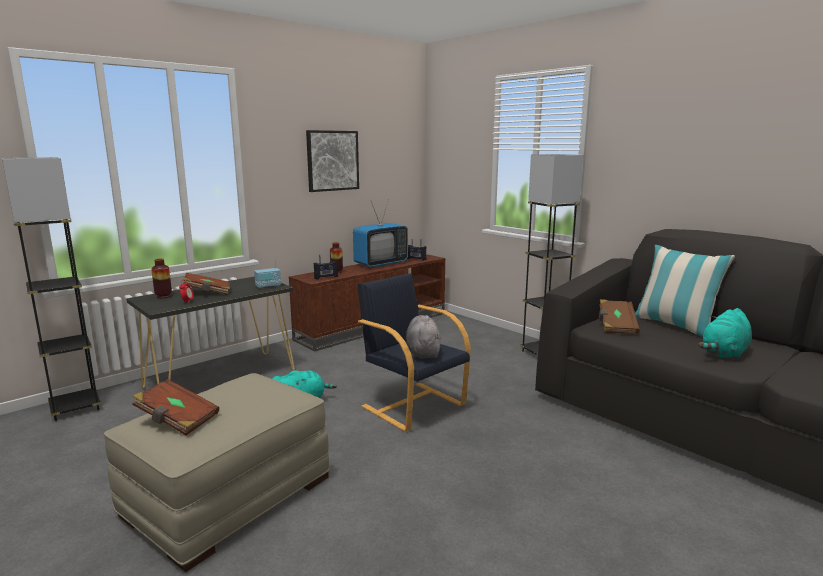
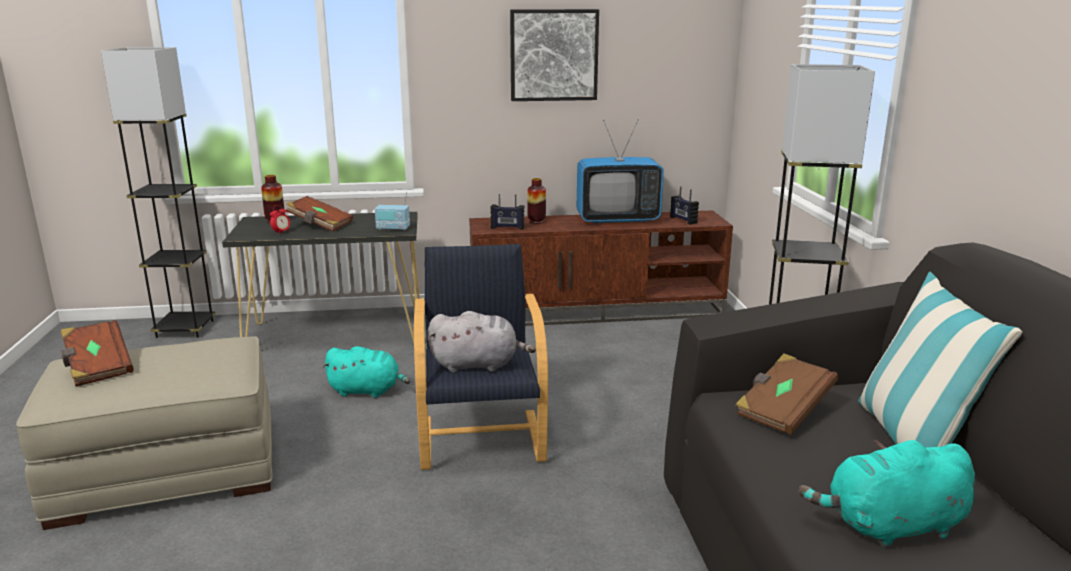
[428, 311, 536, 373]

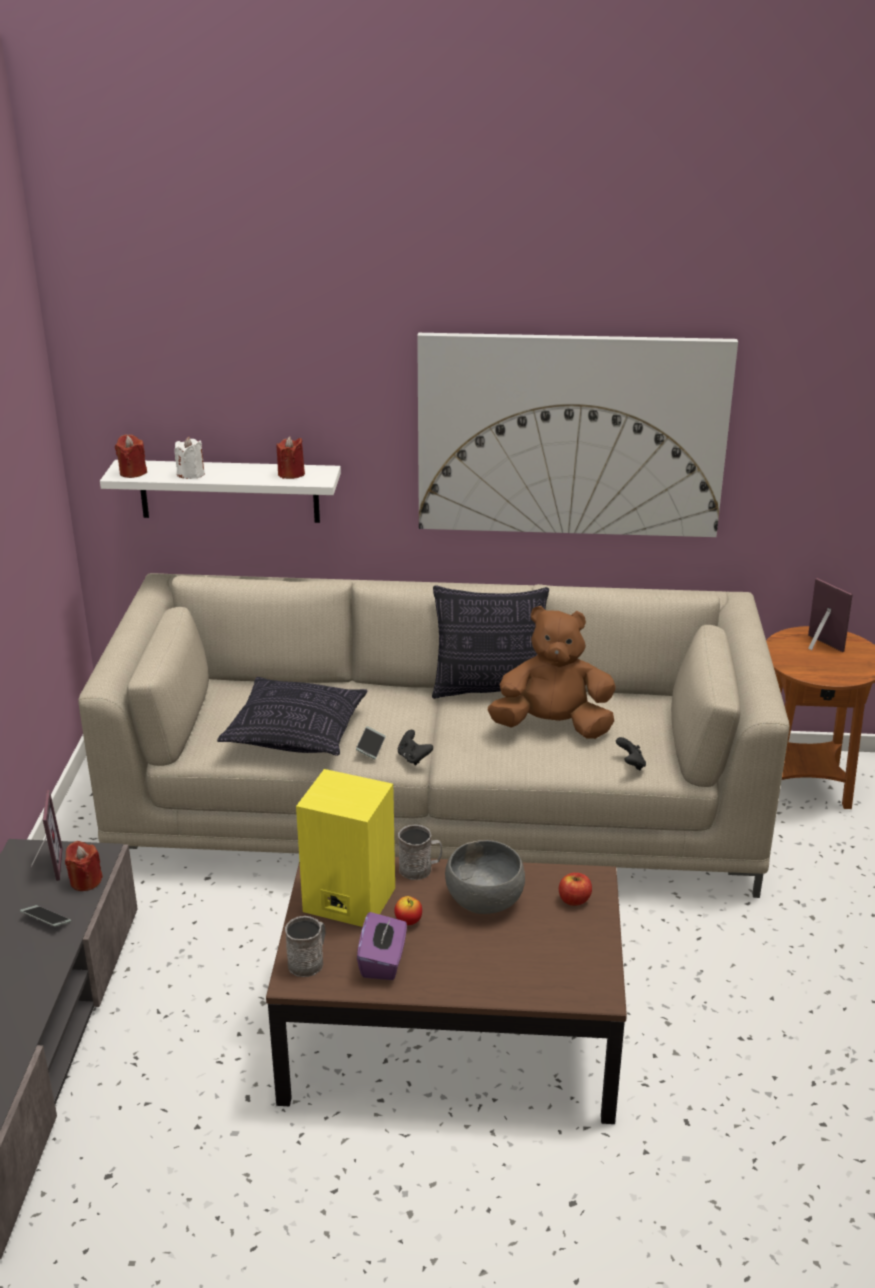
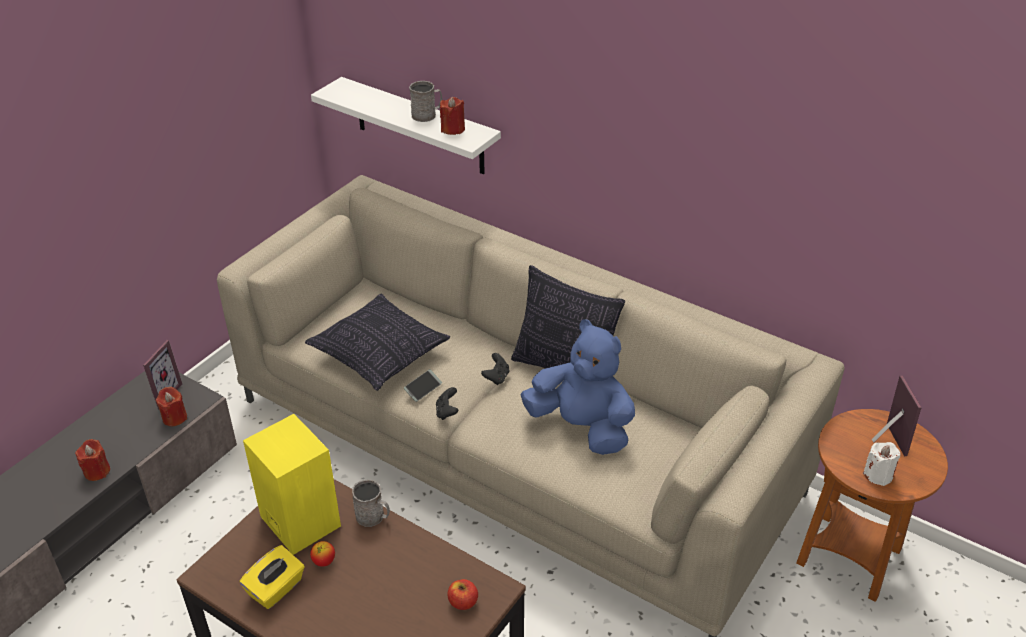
[75, 439, 110, 481]
[240, 545, 305, 609]
[409, 81, 442, 122]
[481, 353, 509, 385]
[520, 319, 635, 455]
[863, 442, 900, 486]
[20, 905, 71, 927] (first image)
[417, 333, 738, 537] (first image)
[445, 840, 525, 914] (first image)

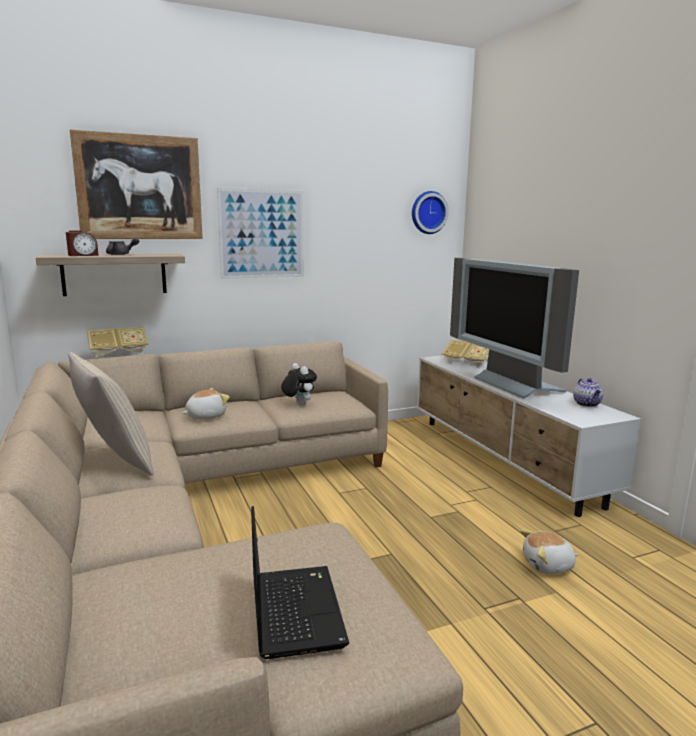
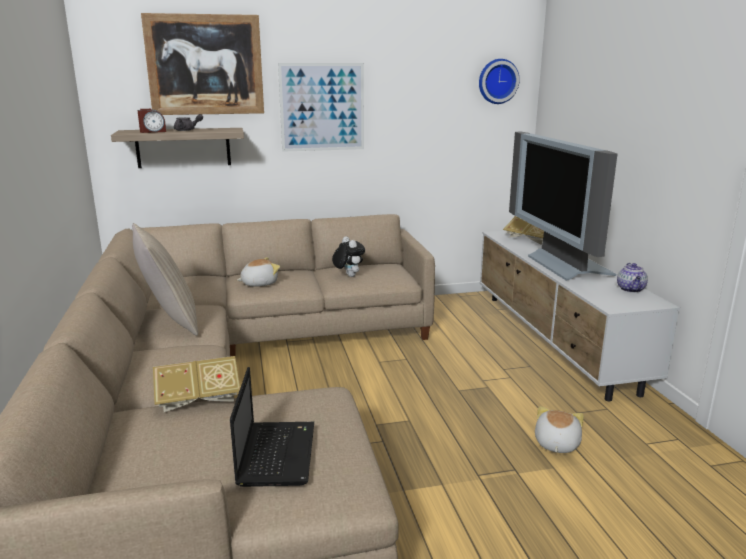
[153, 356, 240, 412]
[535, 406, 584, 453]

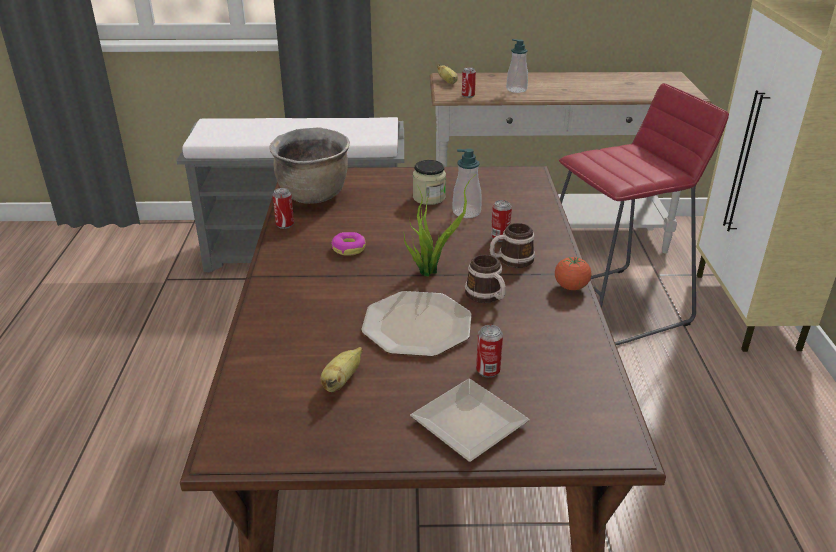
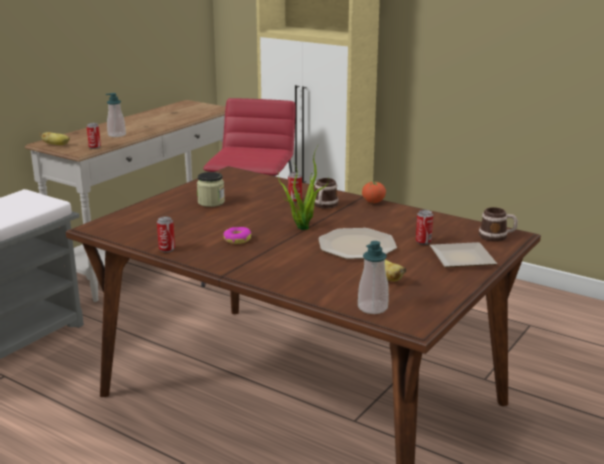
[358, 241, 389, 314]
[479, 207, 518, 242]
[269, 127, 350, 204] (first image)

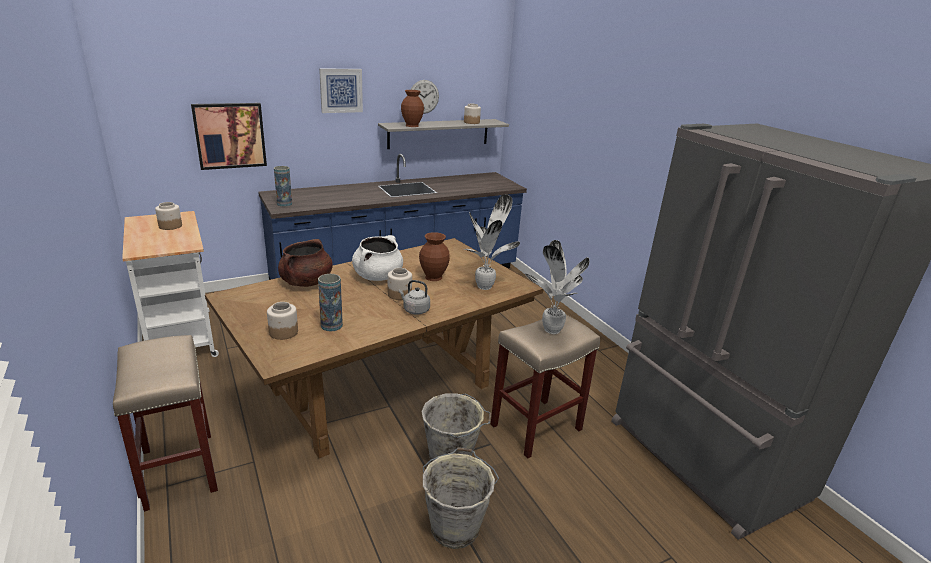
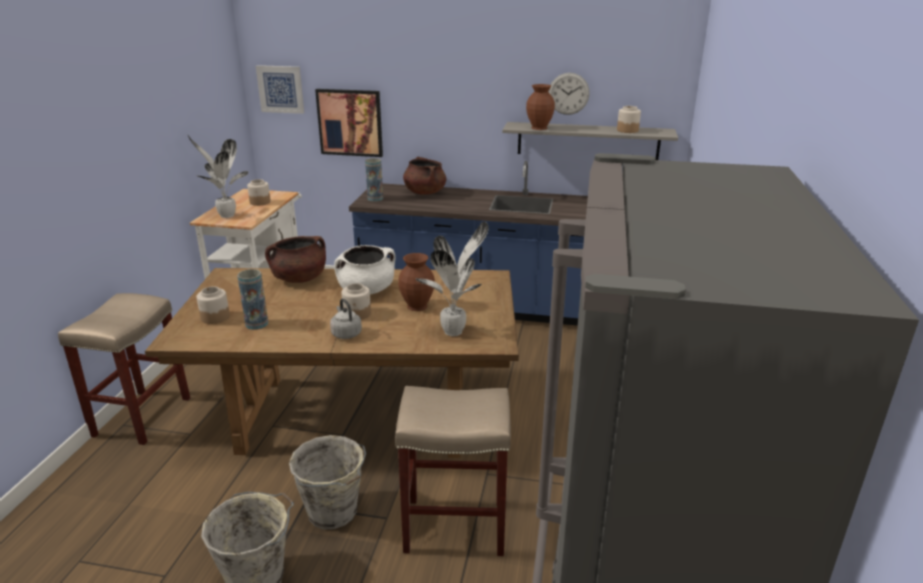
[187, 134, 248, 218]
[256, 65, 304, 114]
[403, 157, 446, 195]

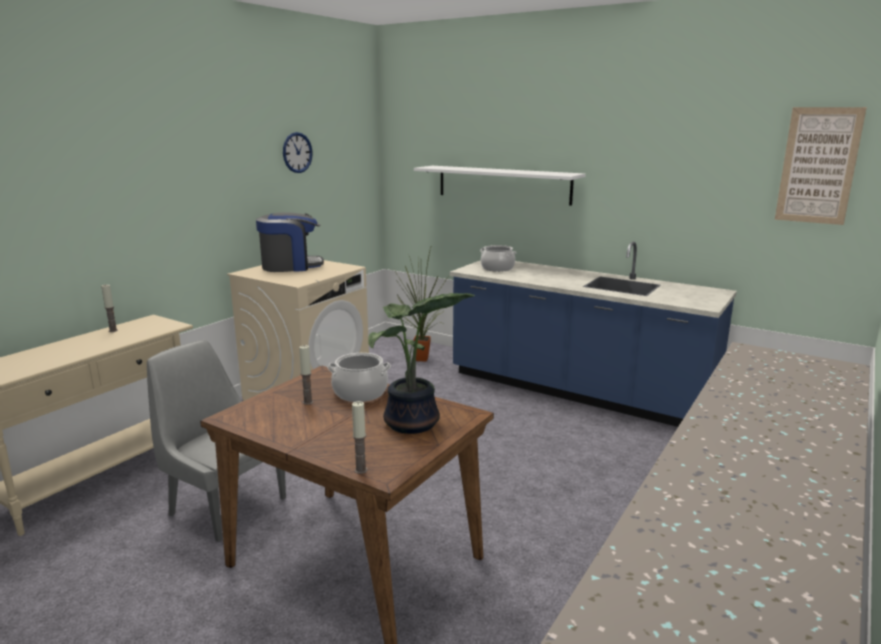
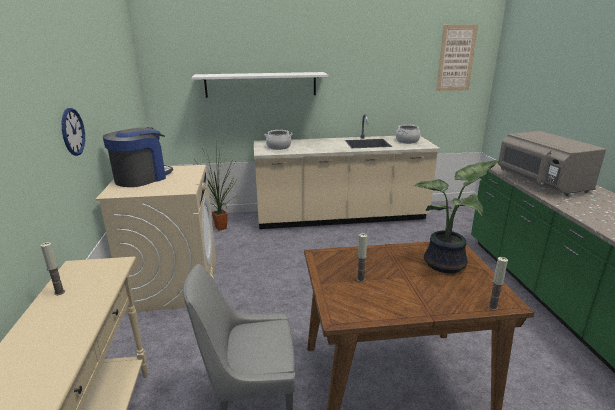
[62, 108, 85, 156]
[254, 114, 440, 229]
[396, 124, 420, 143]
[498, 131, 606, 196]

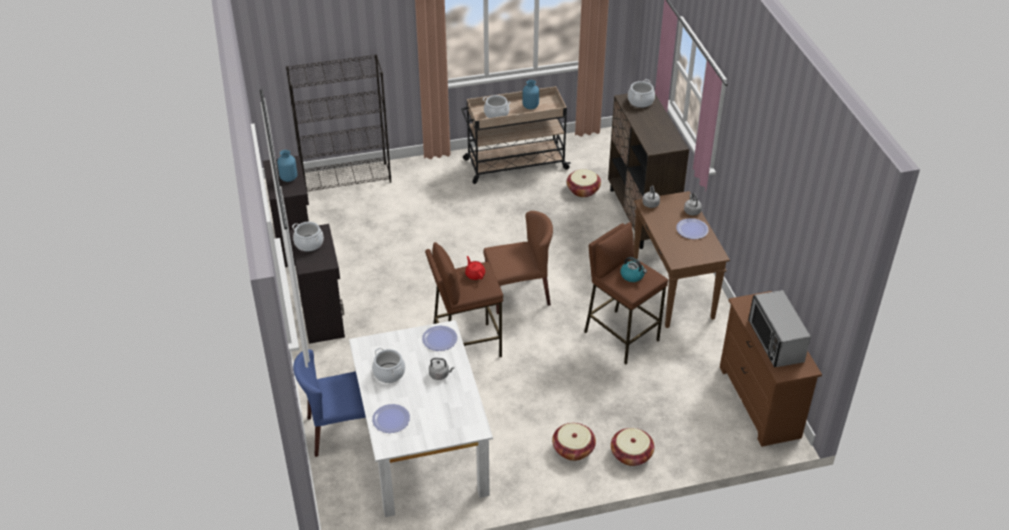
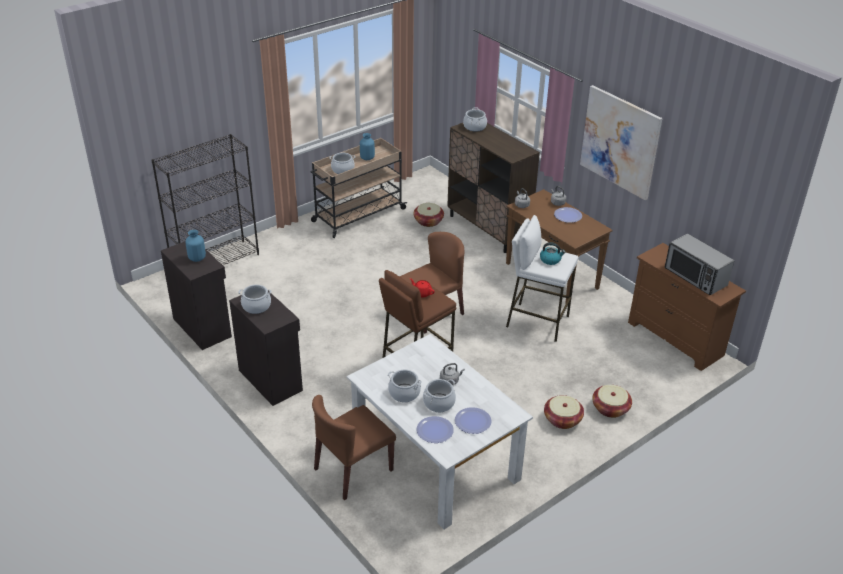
[312, 395, 396, 500]
[423, 379, 456, 412]
[455, 407, 492, 434]
[506, 215, 579, 342]
[580, 85, 662, 200]

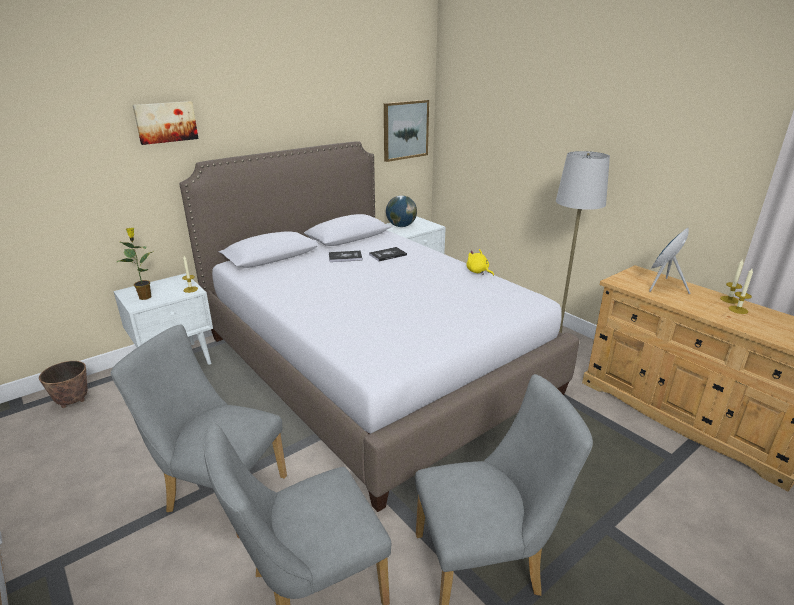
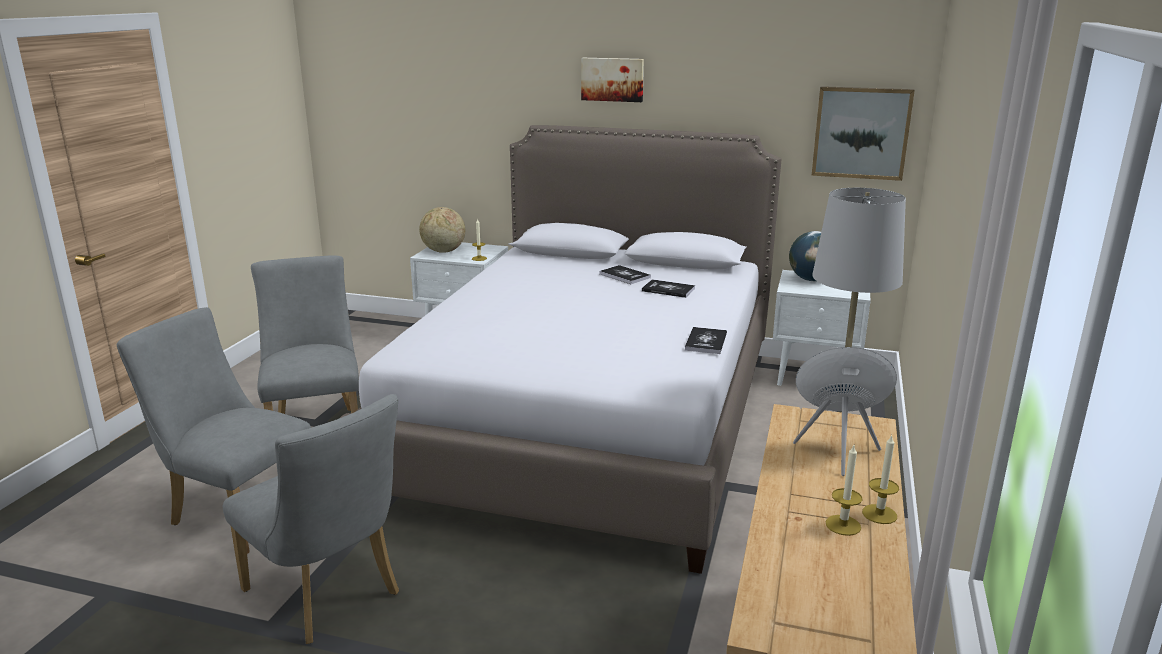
[419, 207, 465, 253]
[581, 58, 644, 102]
[685, 327, 727, 354]
[39, 361, 87, 408] (first image)

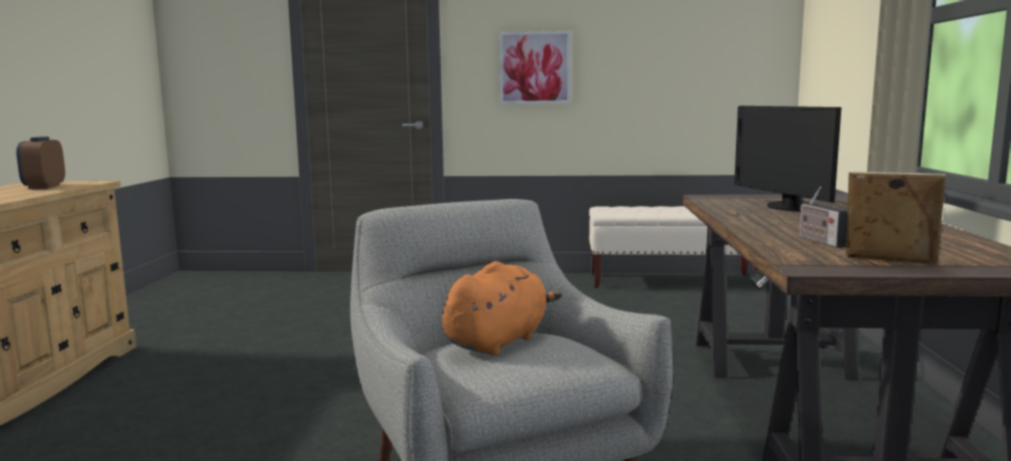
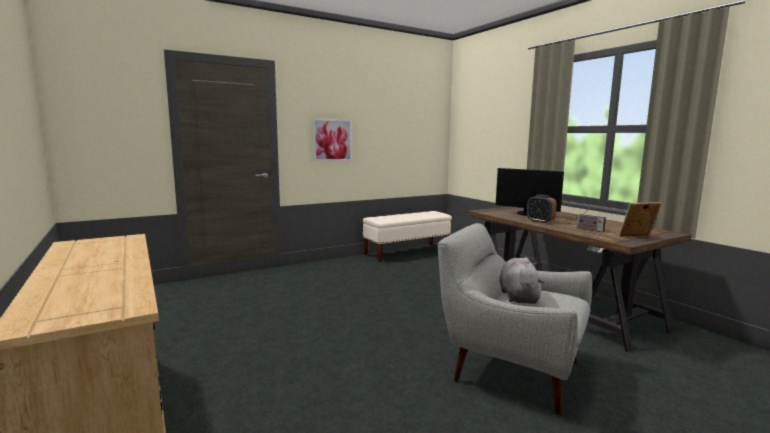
[499, 257, 545, 304]
[527, 195, 557, 223]

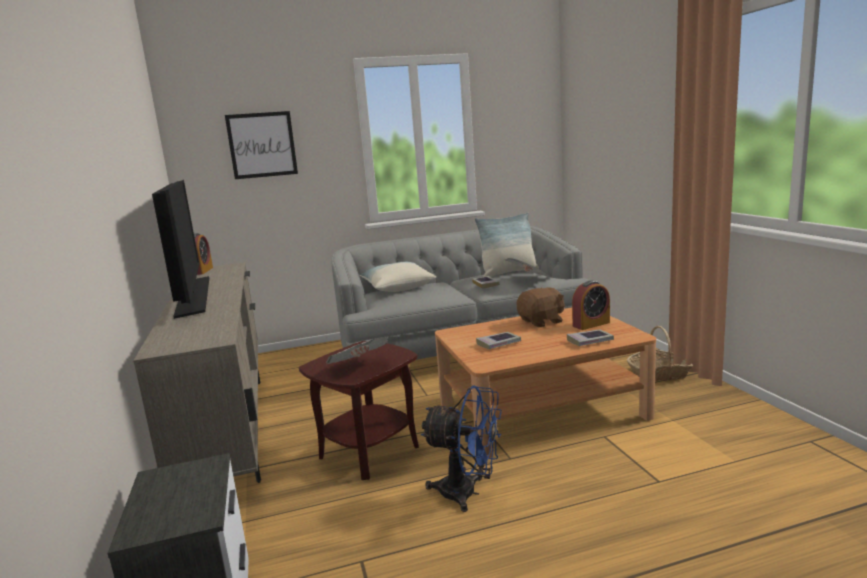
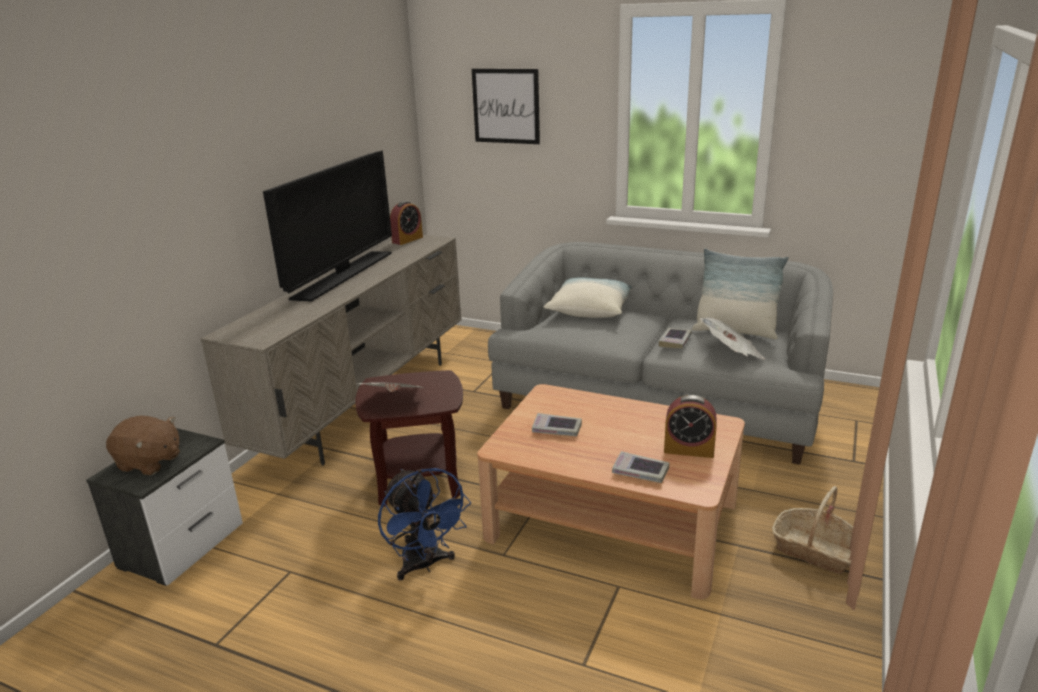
[106, 416, 180, 475]

